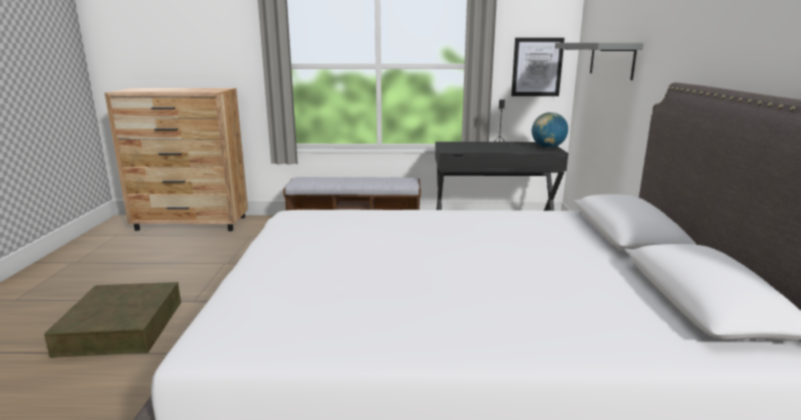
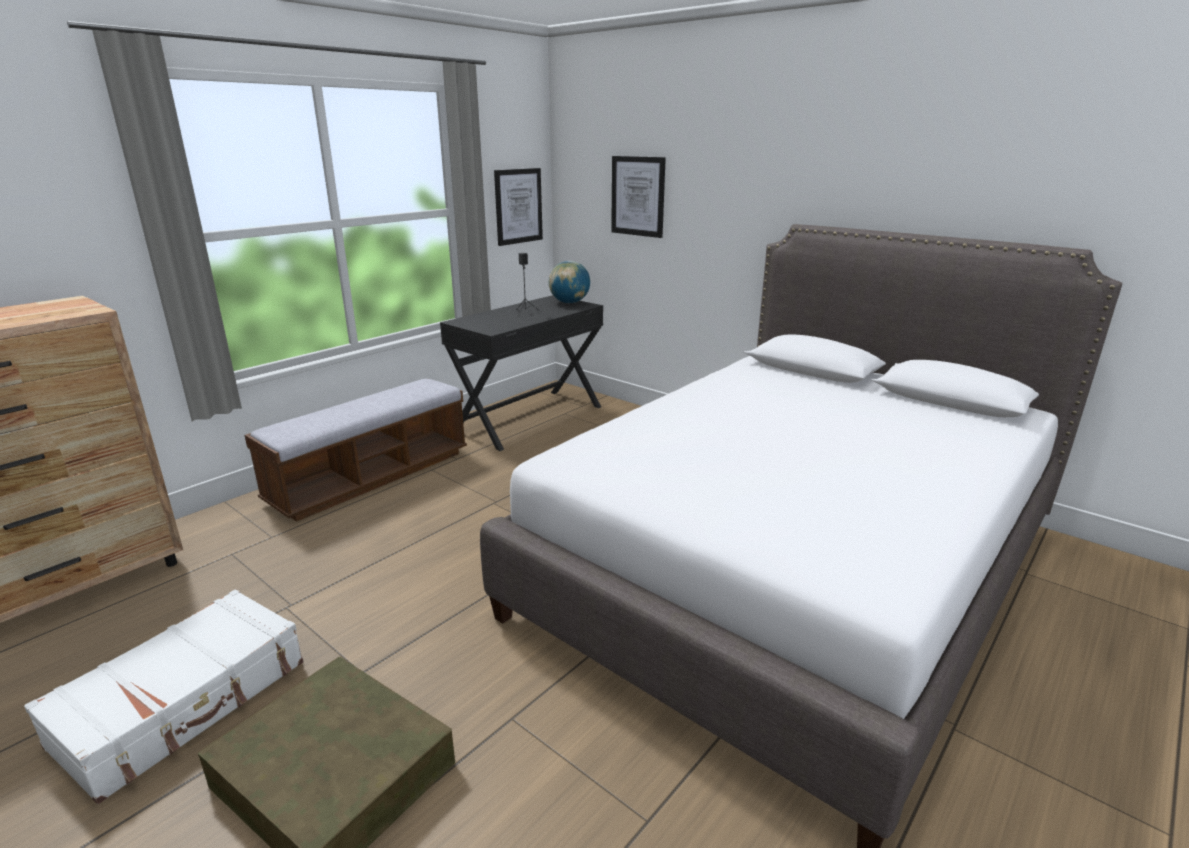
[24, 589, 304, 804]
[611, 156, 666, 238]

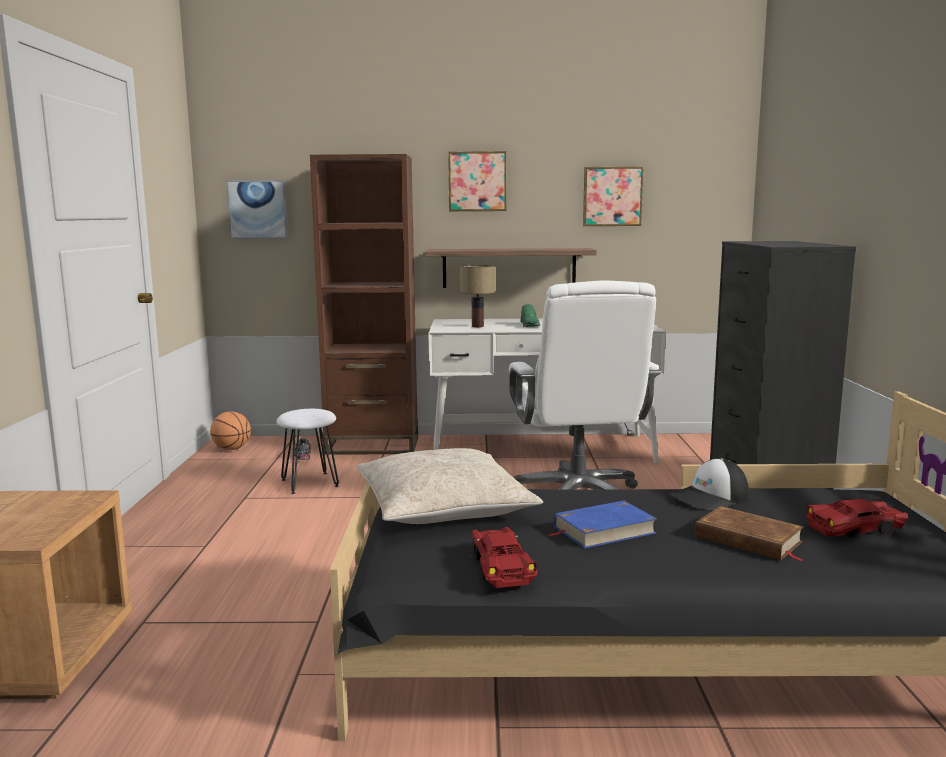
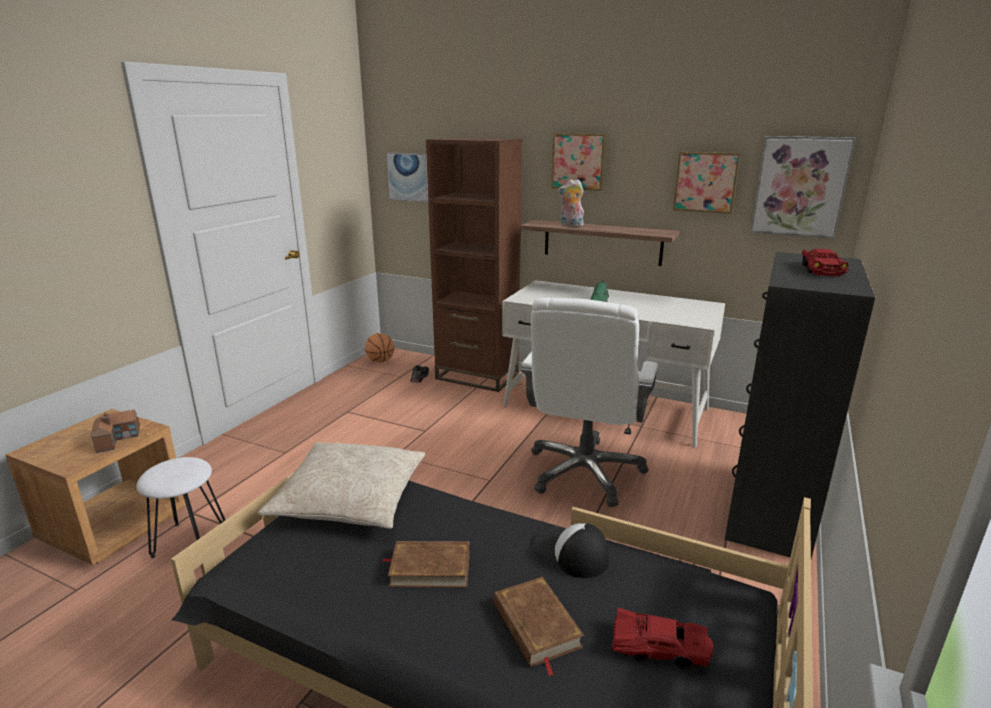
[90, 410, 140, 453]
[136, 457, 225, 558]
[382, 541, 470, 588]
[533, 523, 609, 578]
[558, 179, 584, 227]
[751, 136, 855, 239]
[802, 249, 849, 277]
[460, 265, 495, 327] (first image)

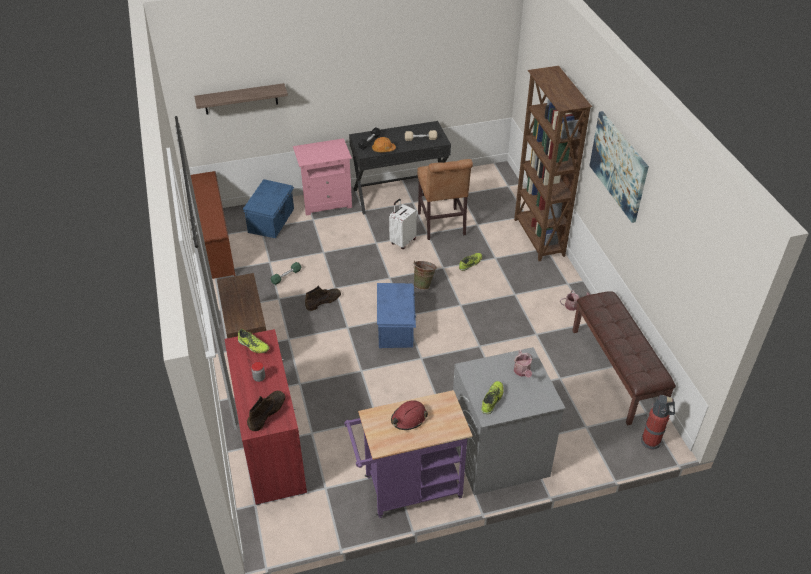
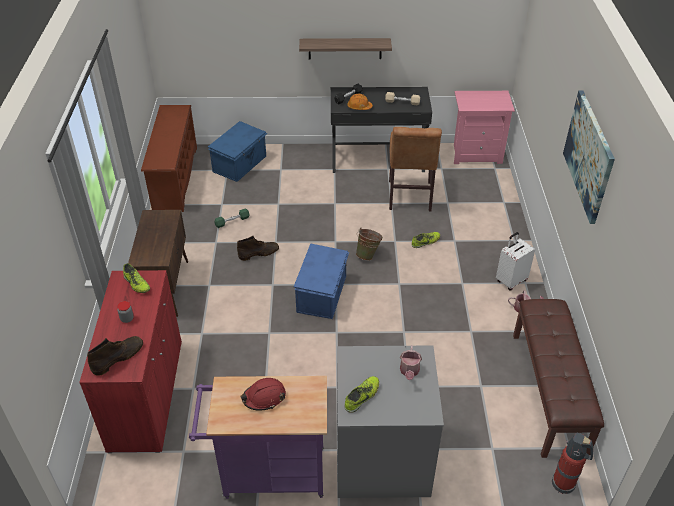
[299, 38, 392, 60]
[454, 91, 515, 164]
[496, 232, 535, 290]
[514, 66, 592, 261] (first image)

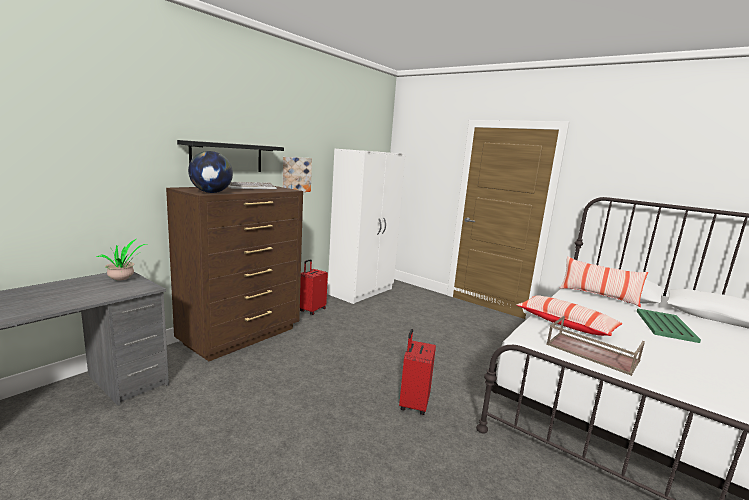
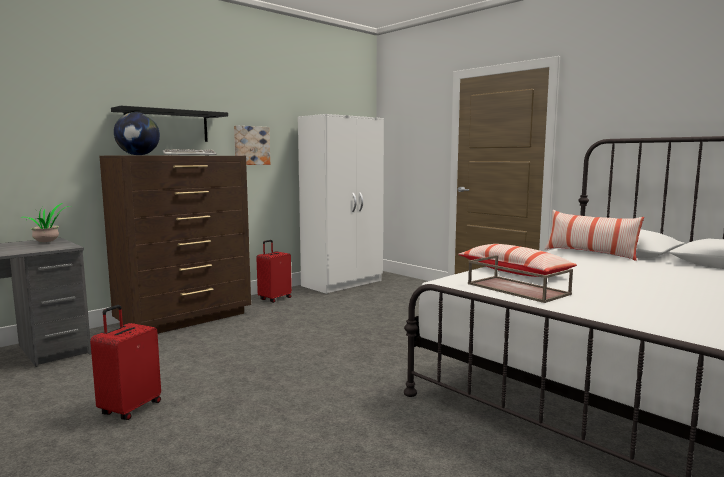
[90, 305, 161, 420]
[637, 308, 701, 343] (first image)

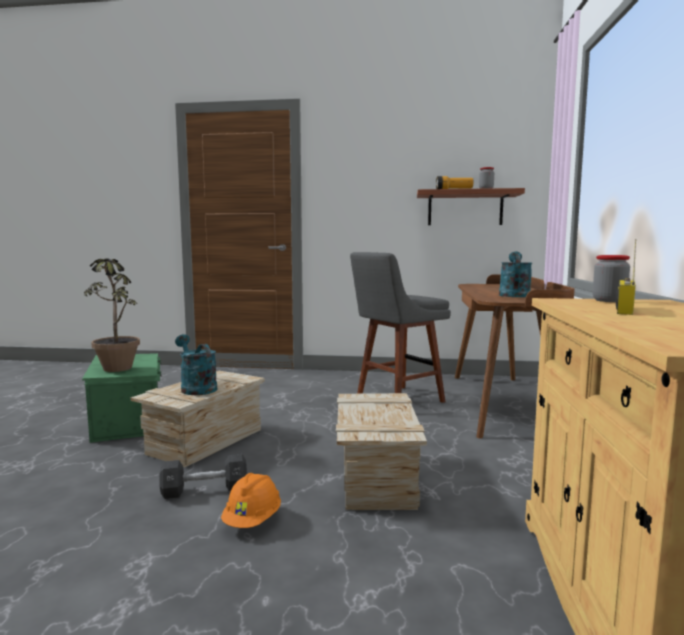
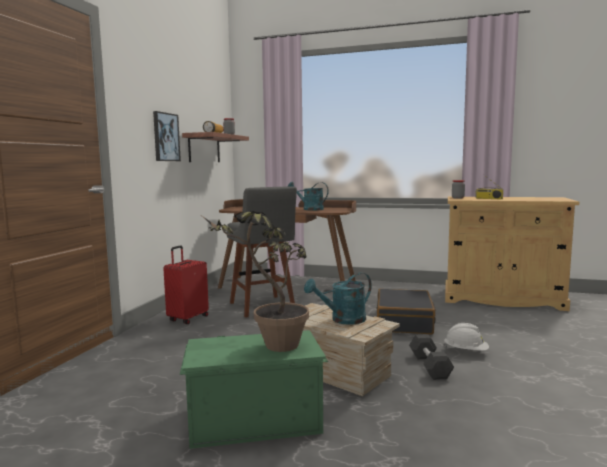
[153, 111, 181, 161]
[163, 245, 209, 324]
[376, 289, 436, 334]
[443, 323, 489, 351]

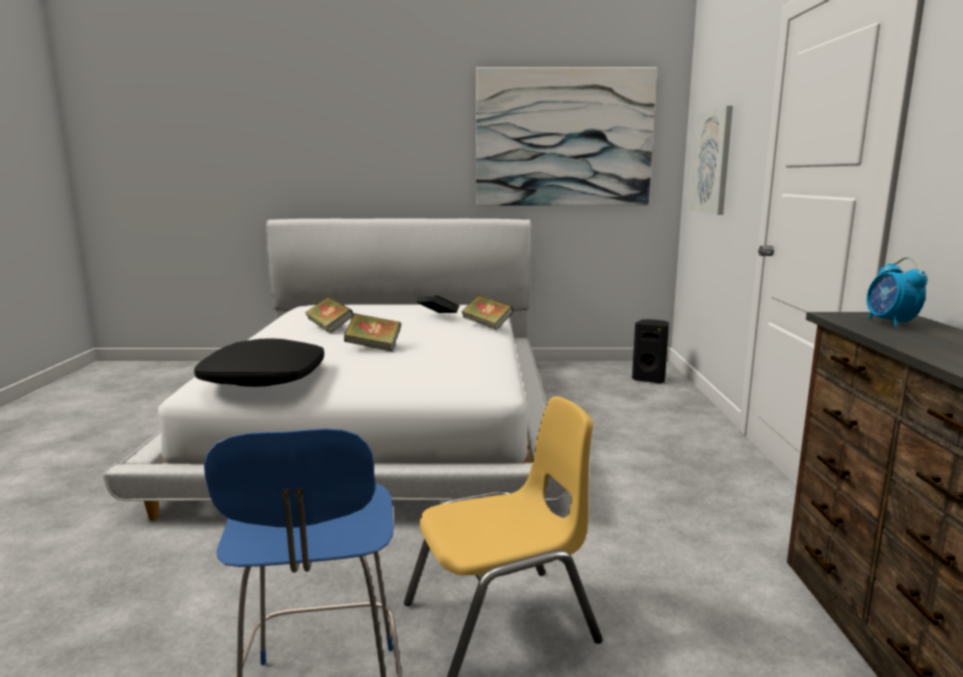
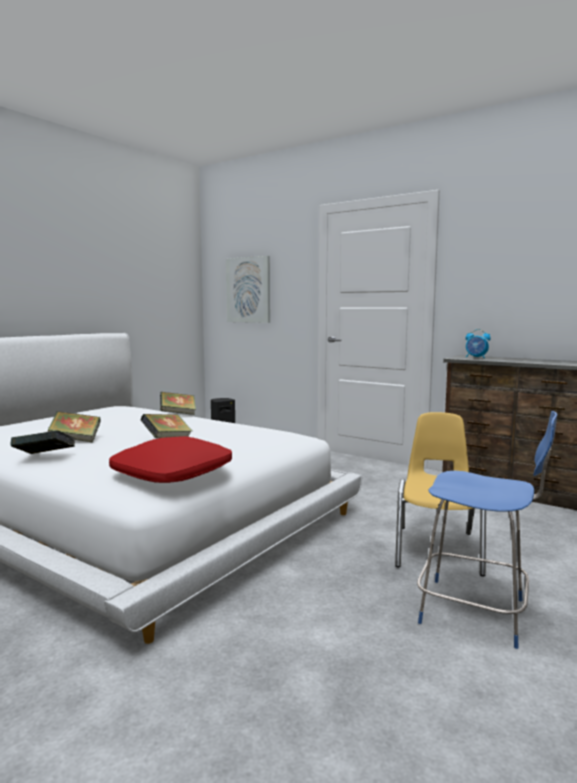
[10, 430, 75, 454]
[109, 436, 232, 483]
[476, 67, 657, 206] (first image)

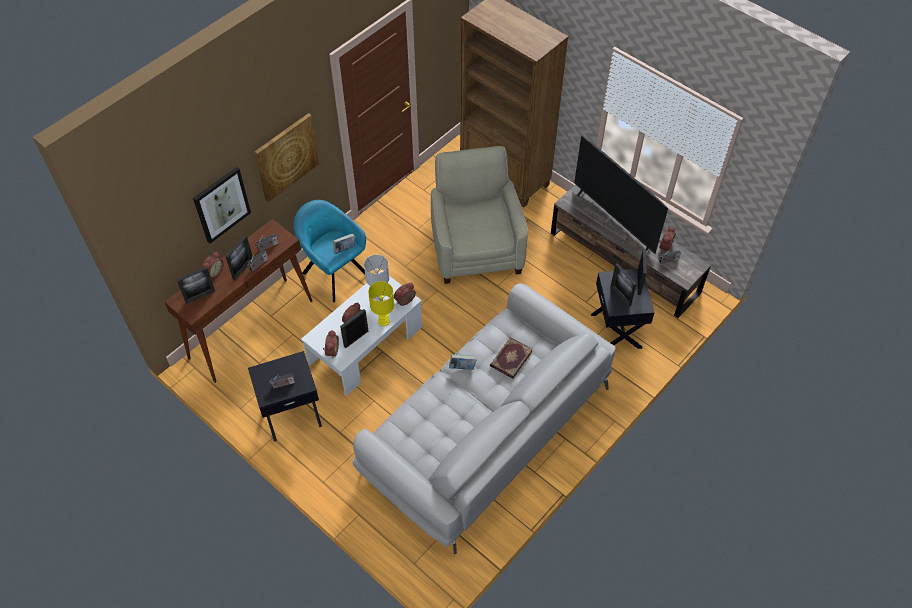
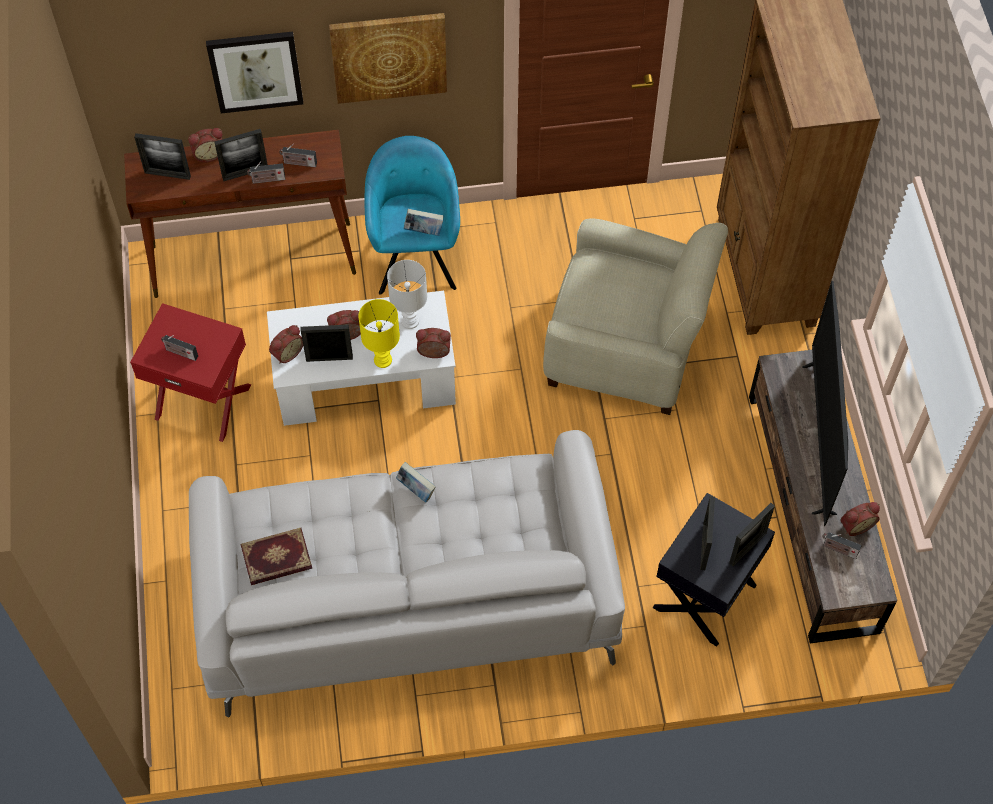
[130, 303, 251, 442]
[241, 528, 312, 585]
[543, 218, 728, 415]

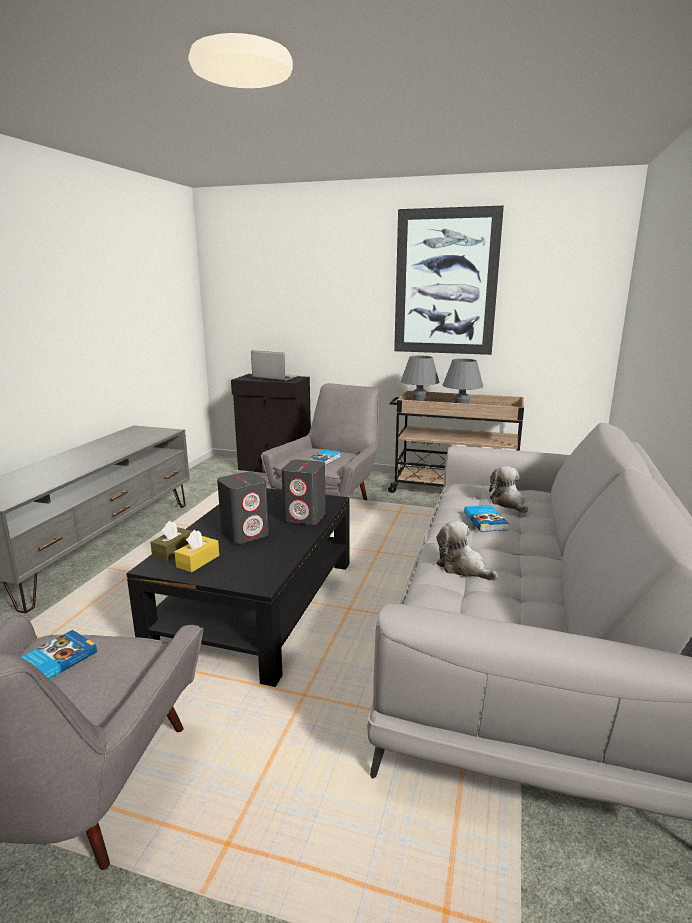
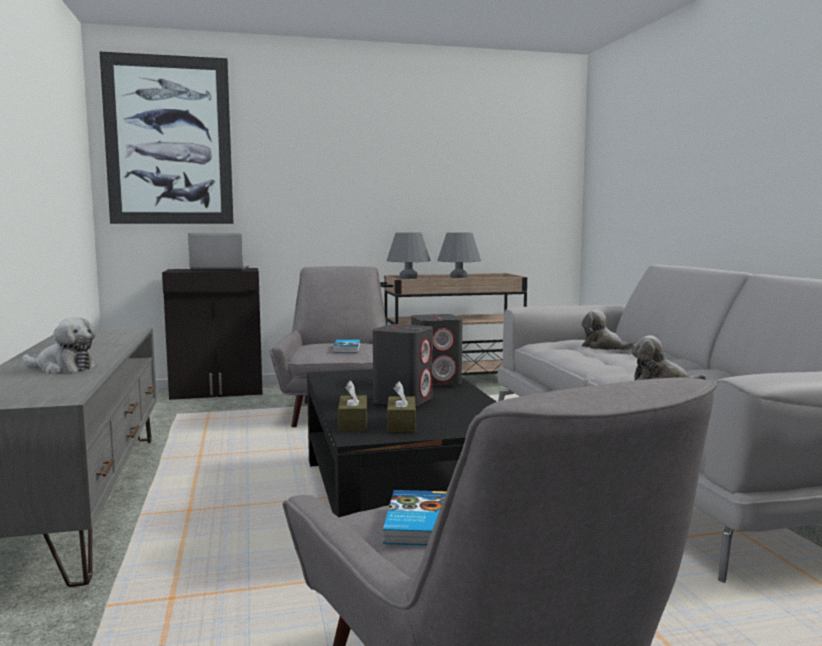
[22, 317, 97, 374]
[99, 51, 234, 224]
[387, 381, 416, 432]
[464, 505, 509, 532] (first image)

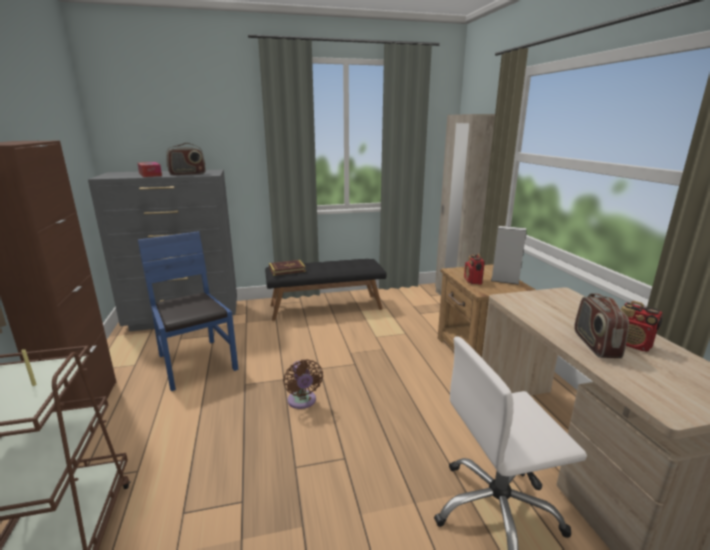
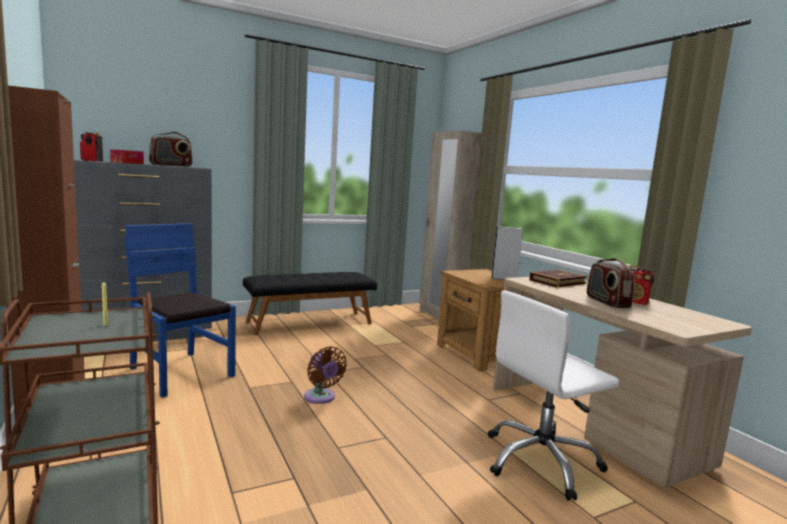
[80, 132, 103, 161]
[529, 270, 587, 287]

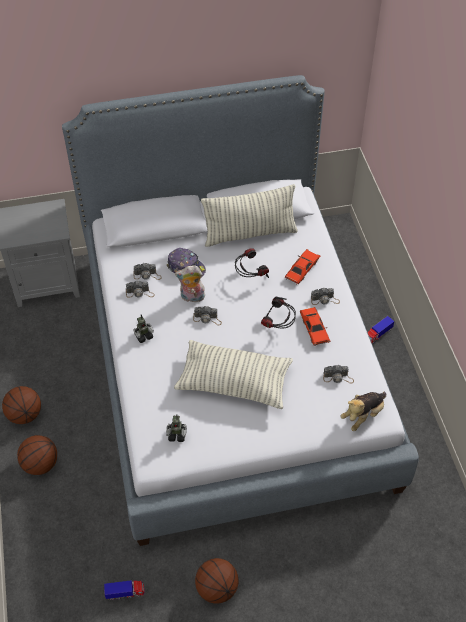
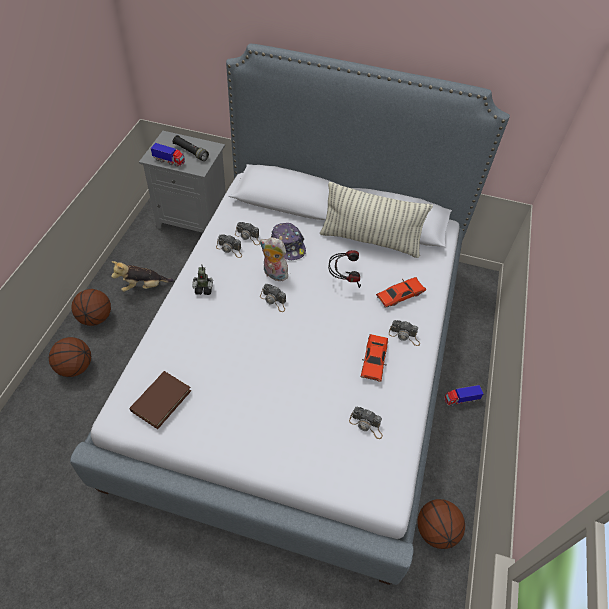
[111, 261, 174, 292]
[129, 371, 191, 429]
[151, 143, 185, 167]
[172, 135, 209, 161]
[417, 499, 465, 549]
[174, 340, 293, 409] (first image)
[261, 297, 296, 329] (first image)

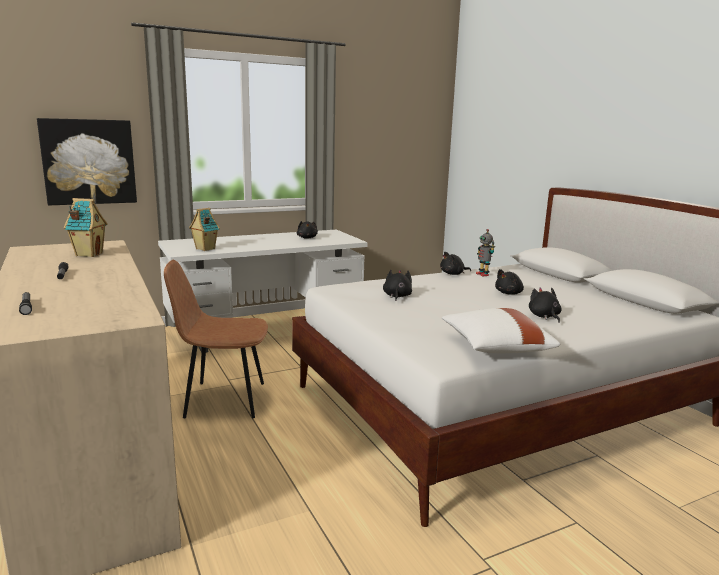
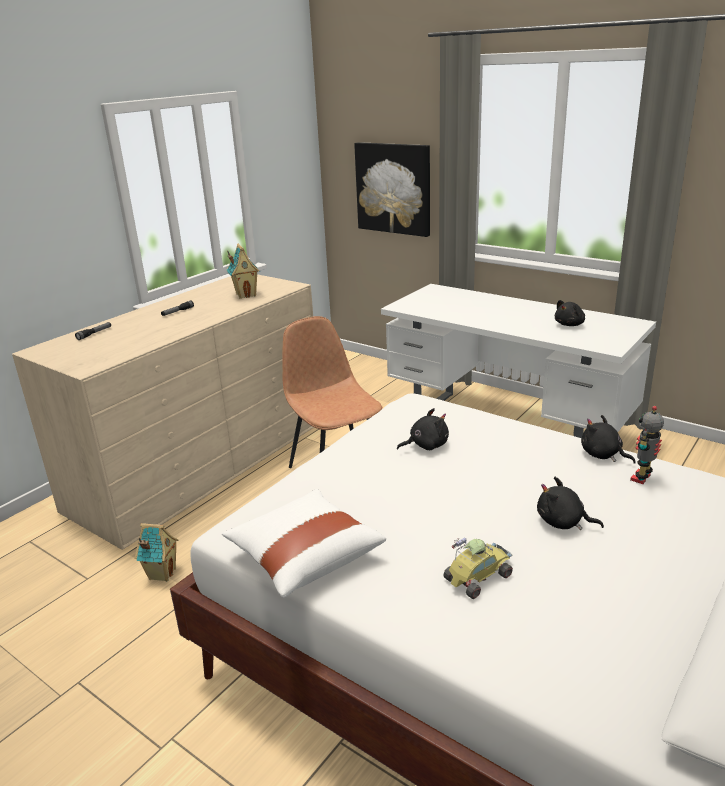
[135, 523, 178, 582]
[443, 538, 513, 599]

